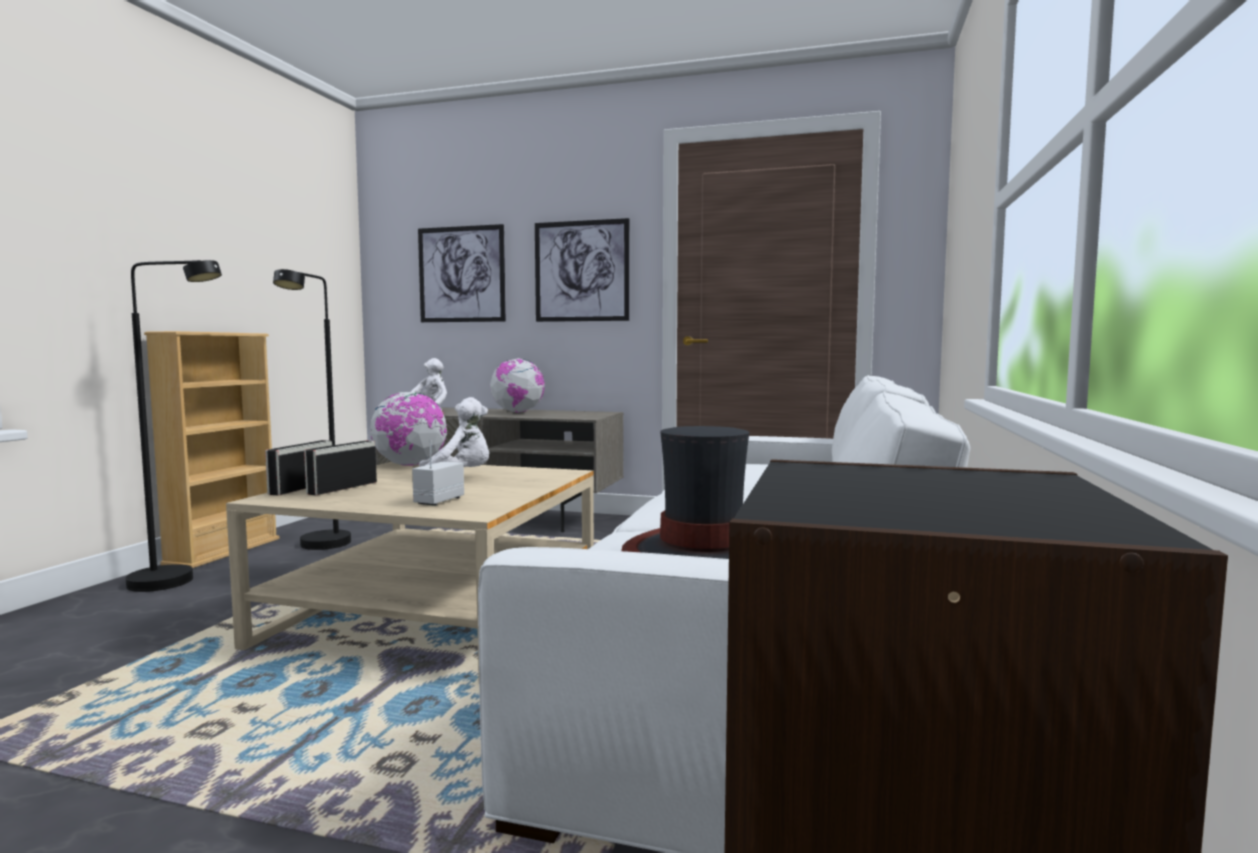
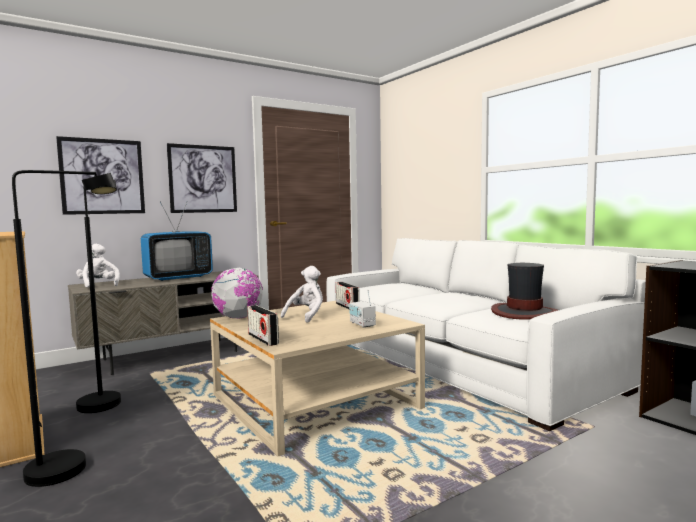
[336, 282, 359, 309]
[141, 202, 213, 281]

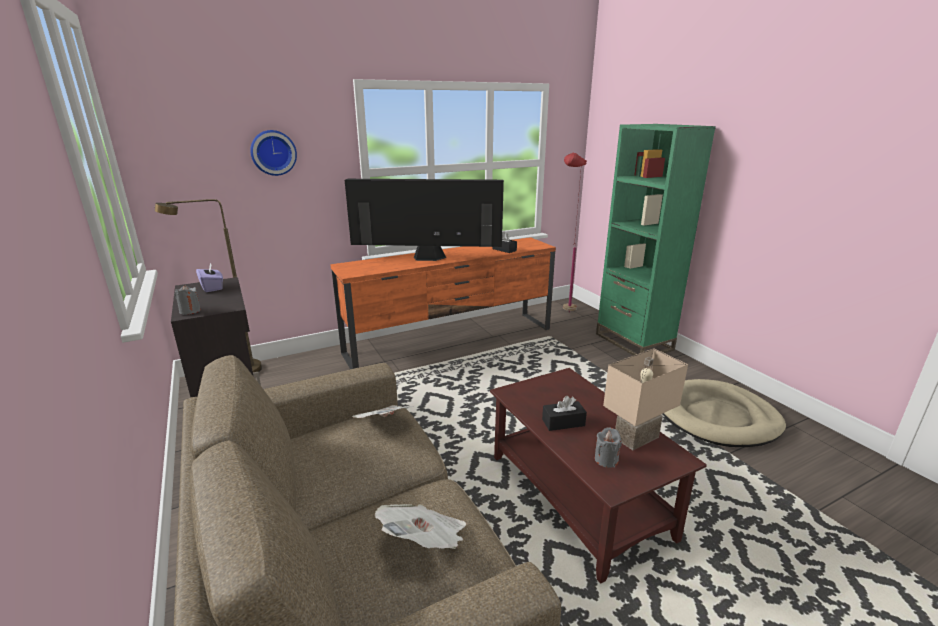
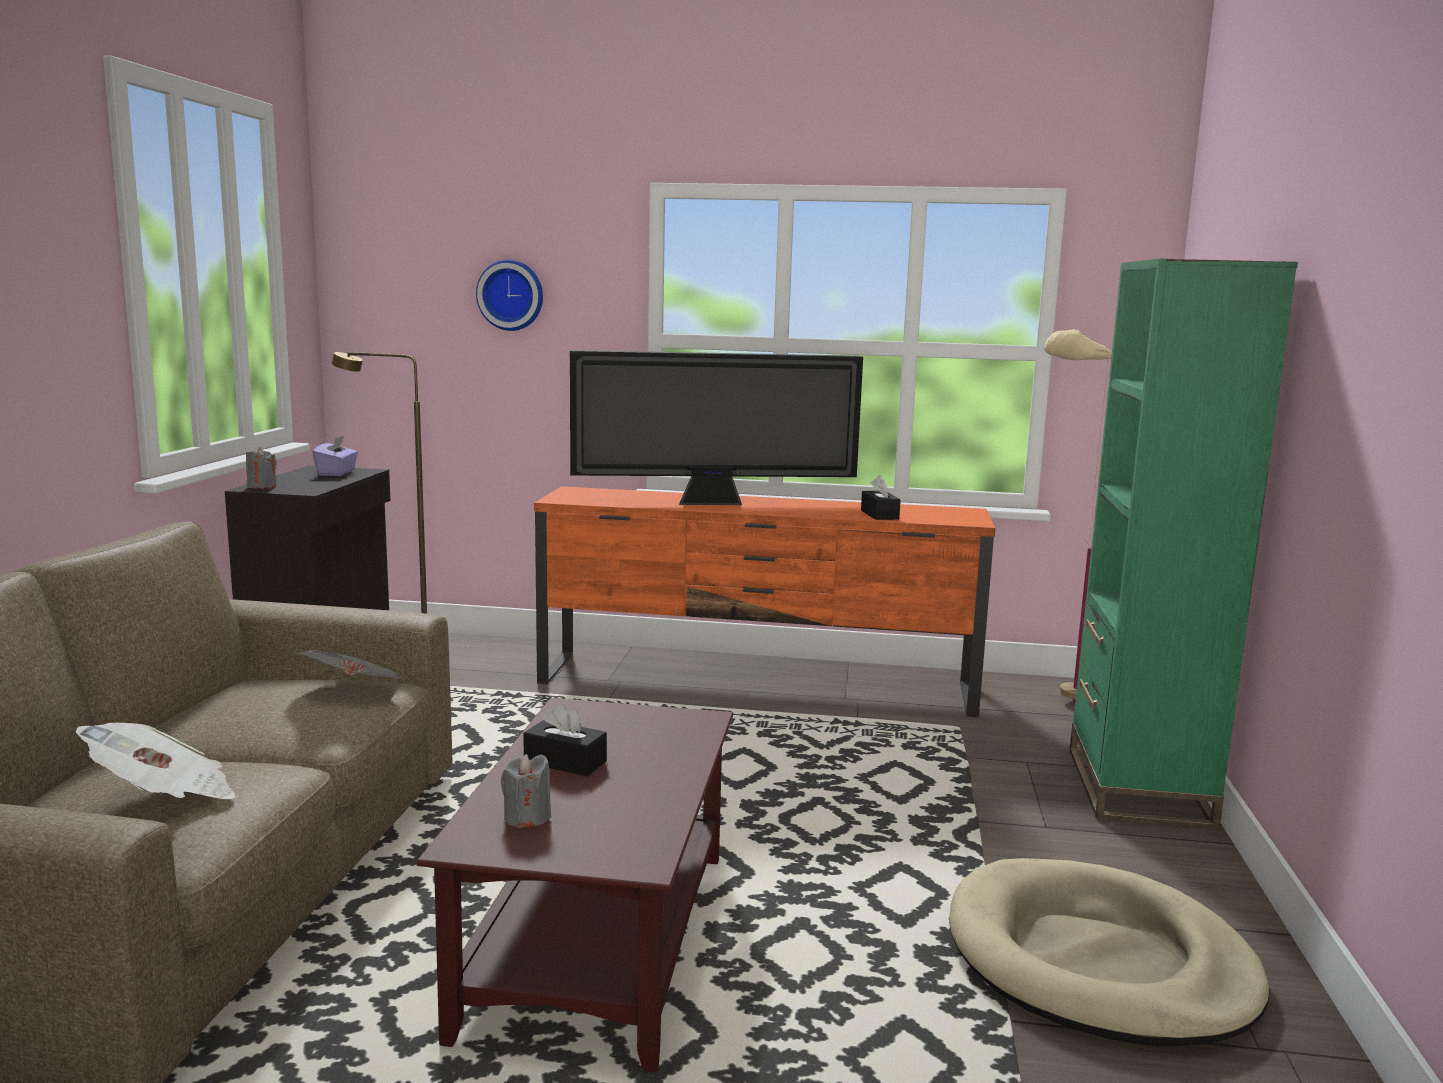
[603, 348, 688, 451] (first image)
[1044, 329, 1112, 703]
[570, 350, 863, 505]

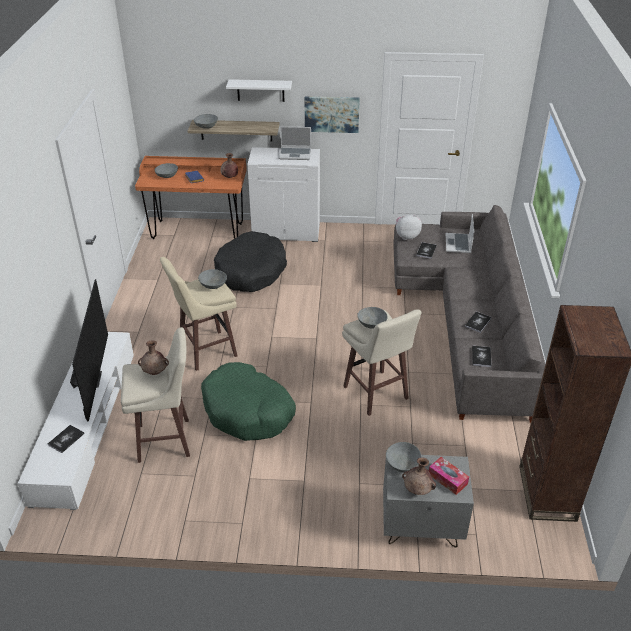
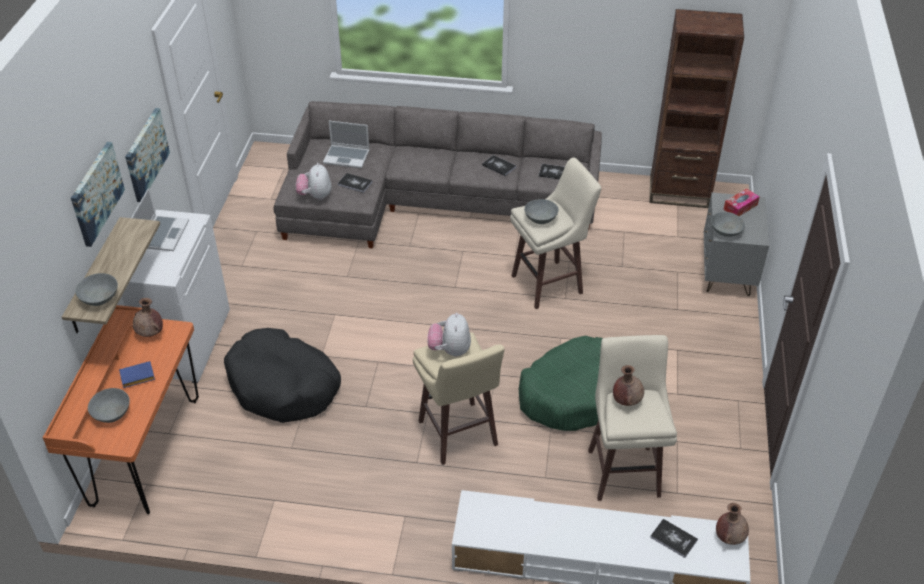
[70, 279, 108, 421] (first image)
[716, 503, 749, 545]
[427, 313, 471, 357]
[71, 142, 125, 247]

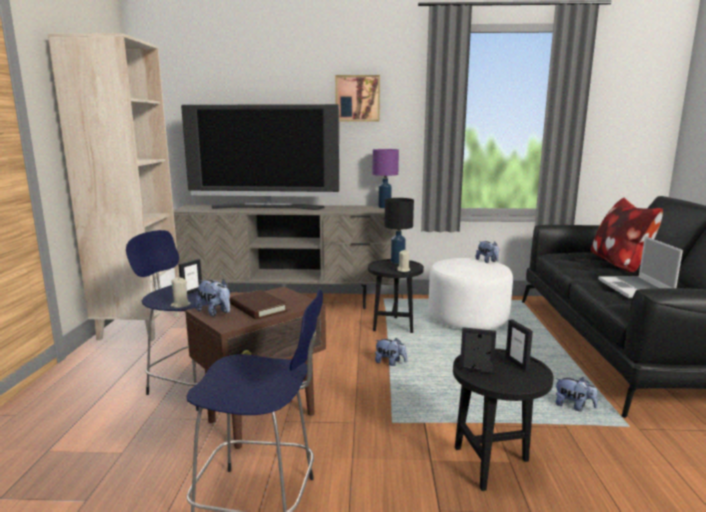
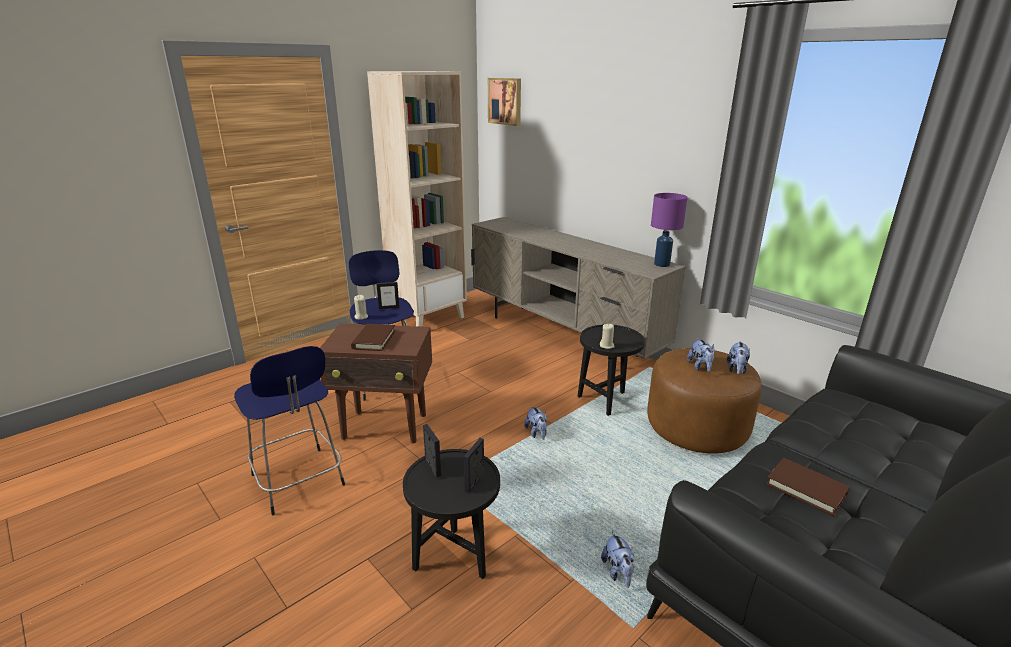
[181, 104, 340, 210] (first image)
[385, 198, 414, 264] (first image)
[591, 198, 663, 272] (first image)
[687, 338, 715, 372]
[488, 78, 521, 126]
[766, 458, 850, 516]
[647, 348, 762, 454]

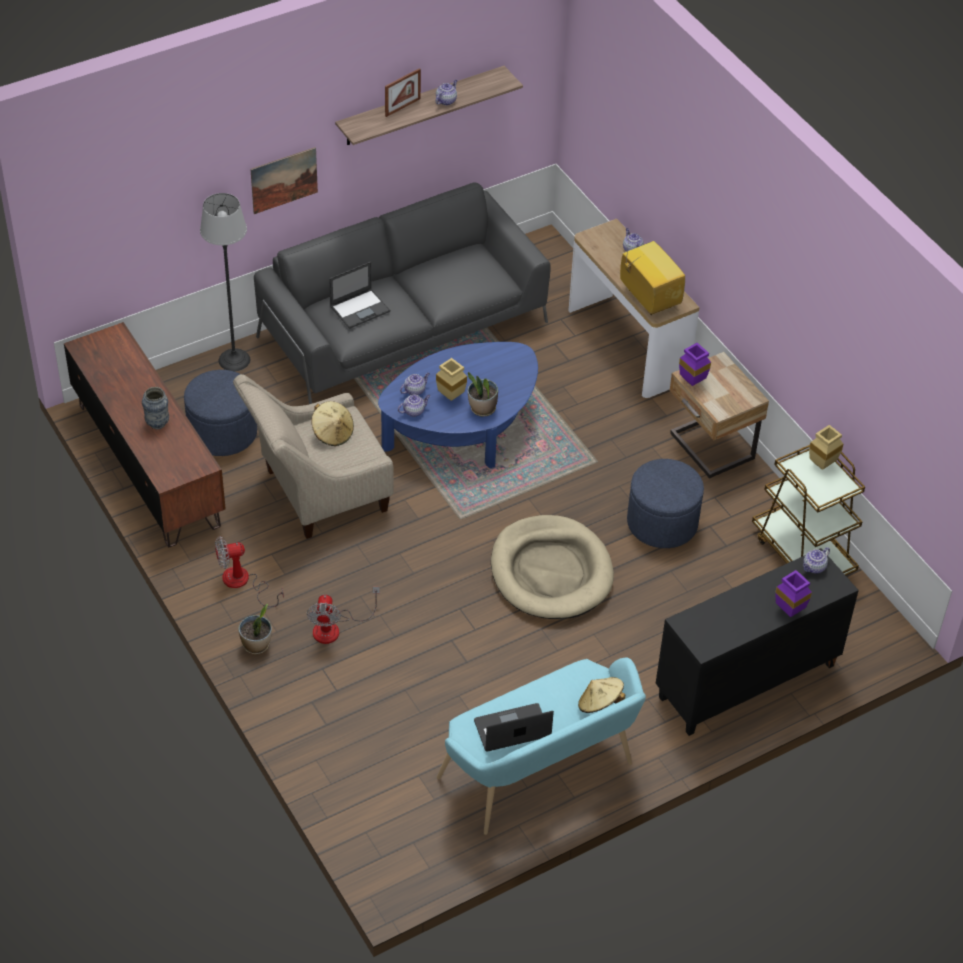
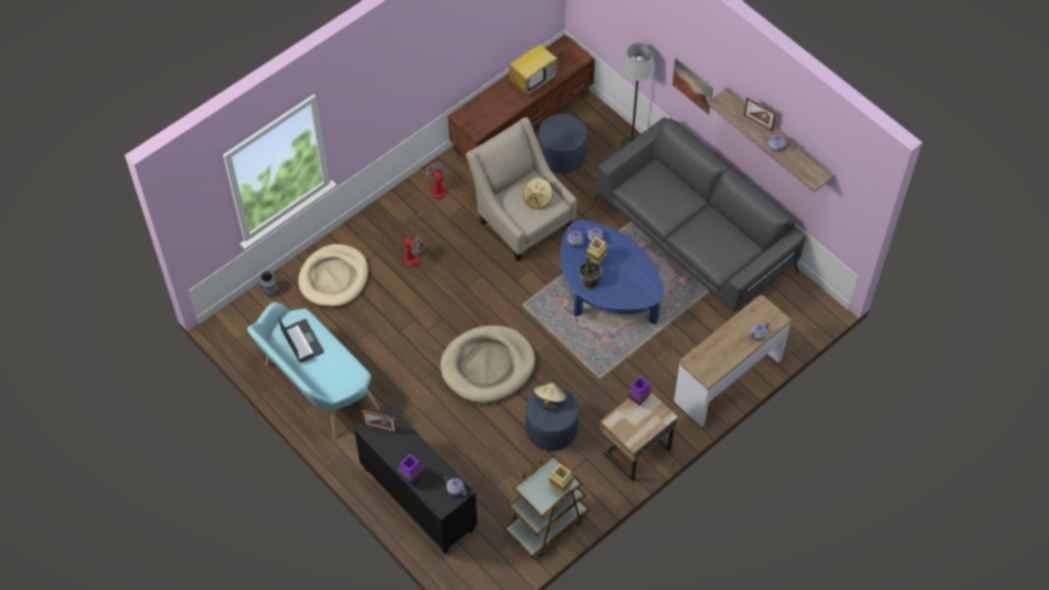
[238, 604, 272, 654] (first image)
[329, 262, 390, 329] (first image)
[298, 244, 368, 307]
[361, 410, 398, 433]
[259, 271, 278, 296]
[534, 382, 567, 410]
[509, 44, 558, 95]
[397, 217, 423, 267]

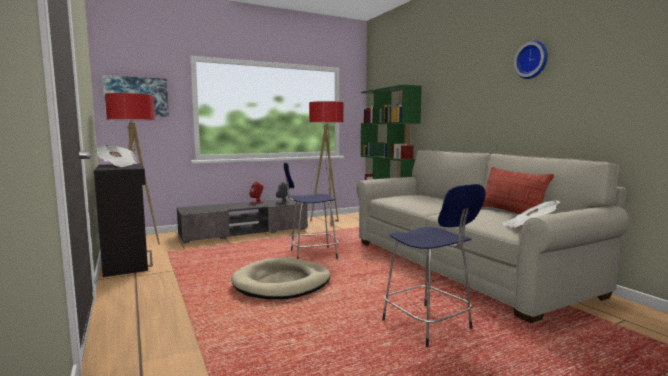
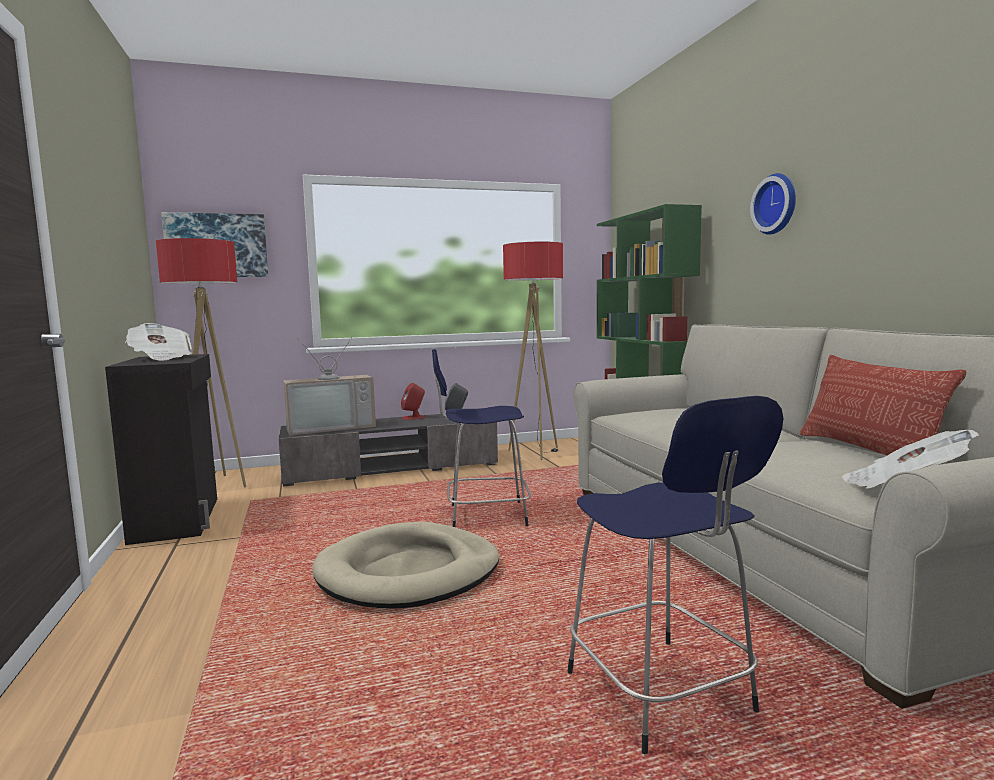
[283, 336, 376, 435]
[750, 173, 796, 235]

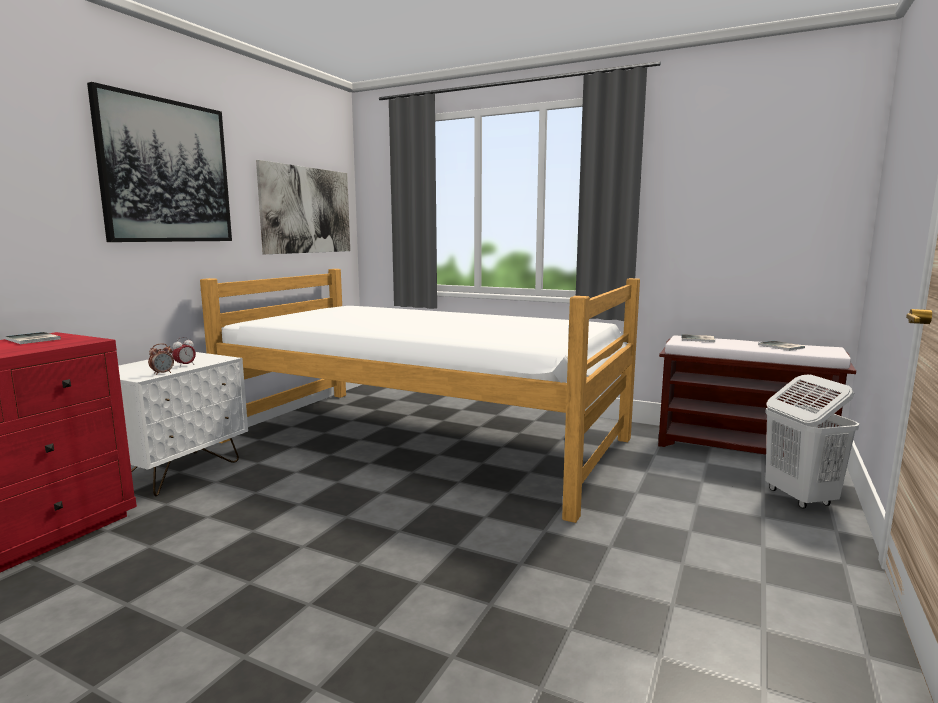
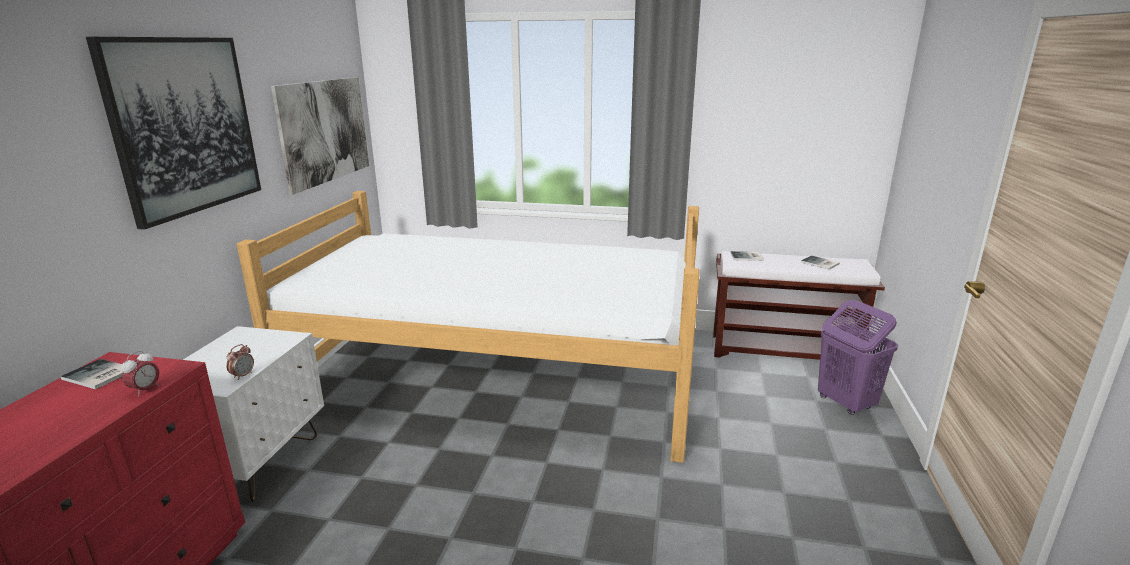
[121, 351, 159, 396]
[818, 300, 898, 415]

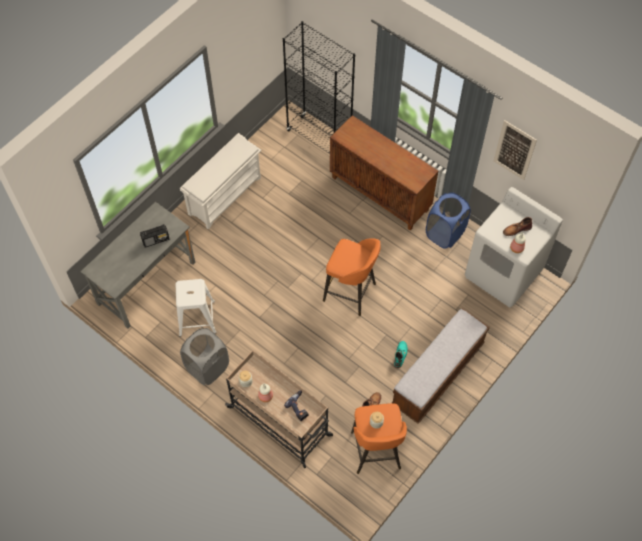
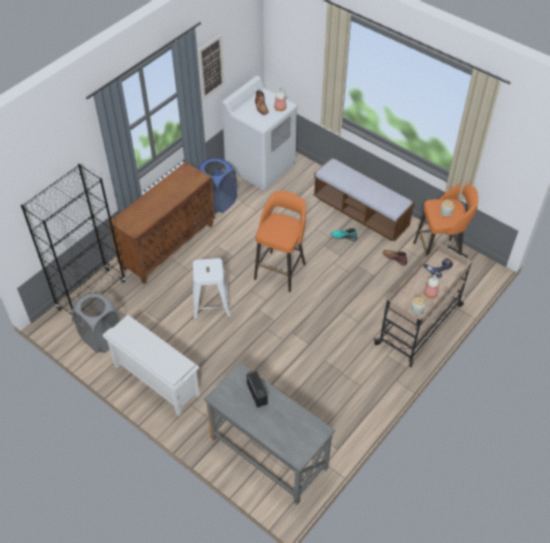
[192, 258, 231, 320]
[72, 292, 120, 353]

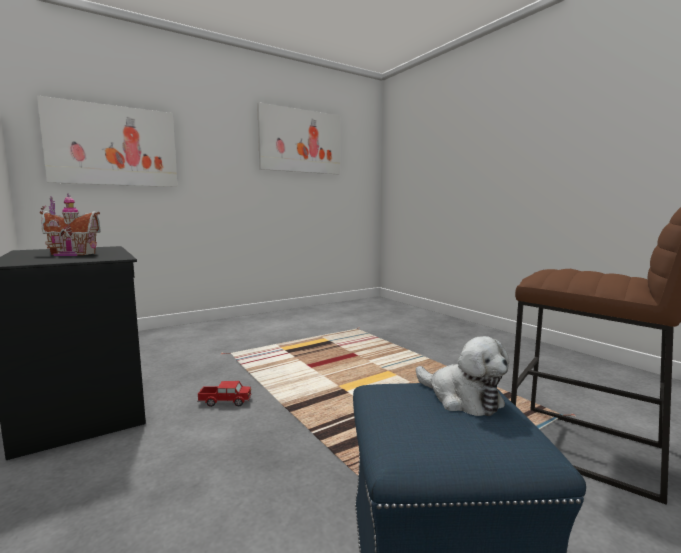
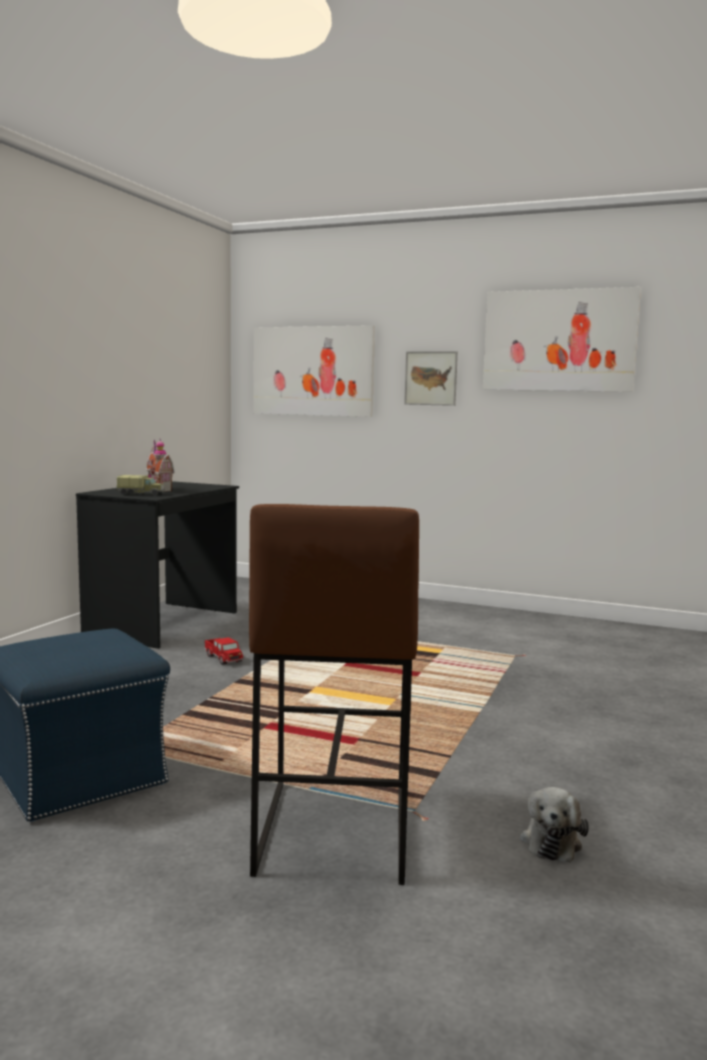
[116, 475, 165, 496]
[404, 351, 458, 406]
[520, 787, 589, 863]

